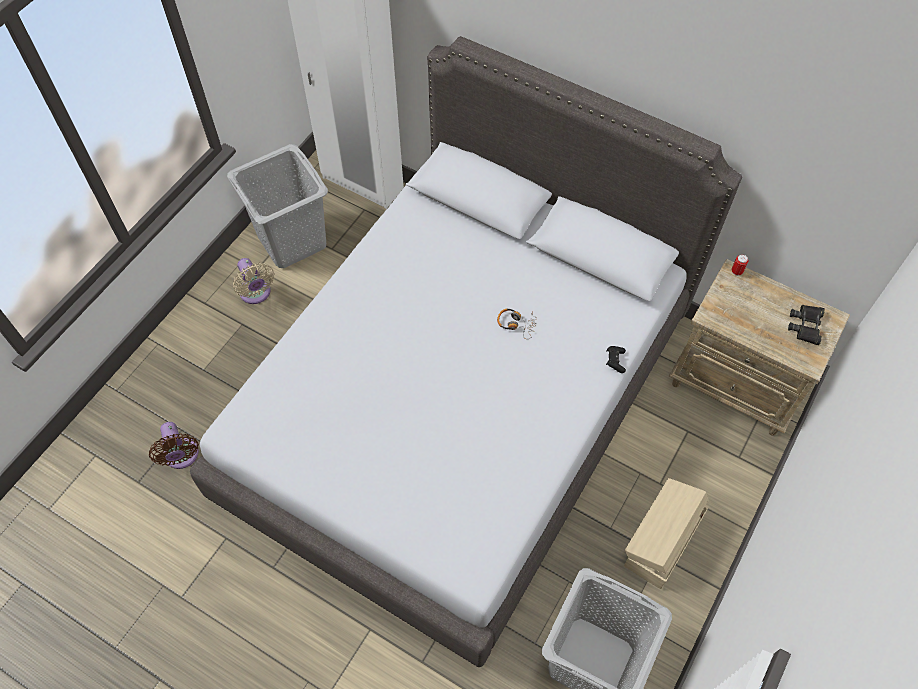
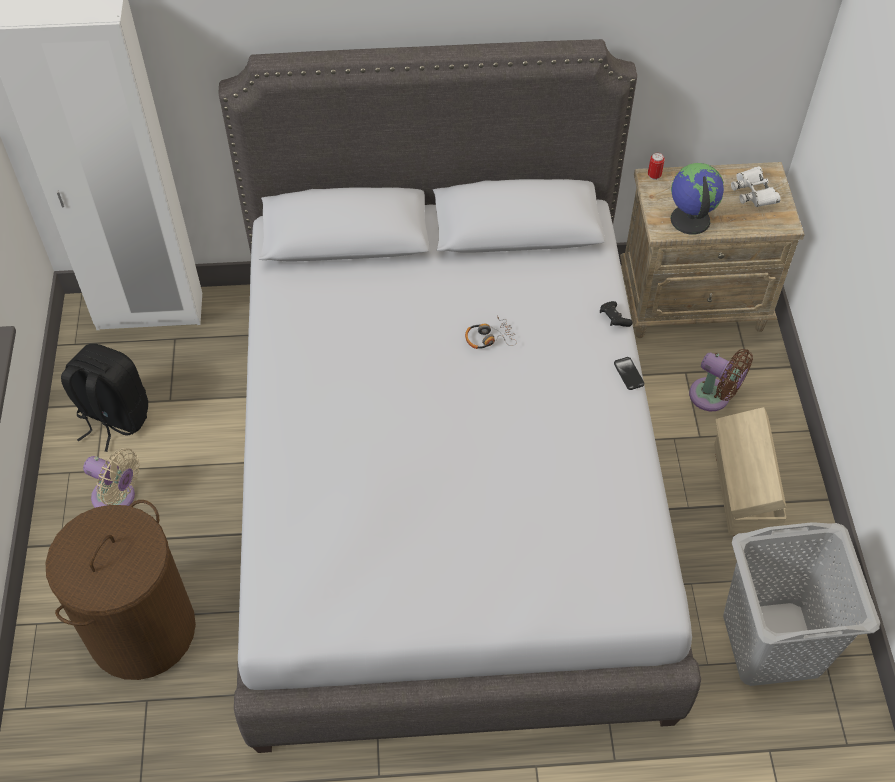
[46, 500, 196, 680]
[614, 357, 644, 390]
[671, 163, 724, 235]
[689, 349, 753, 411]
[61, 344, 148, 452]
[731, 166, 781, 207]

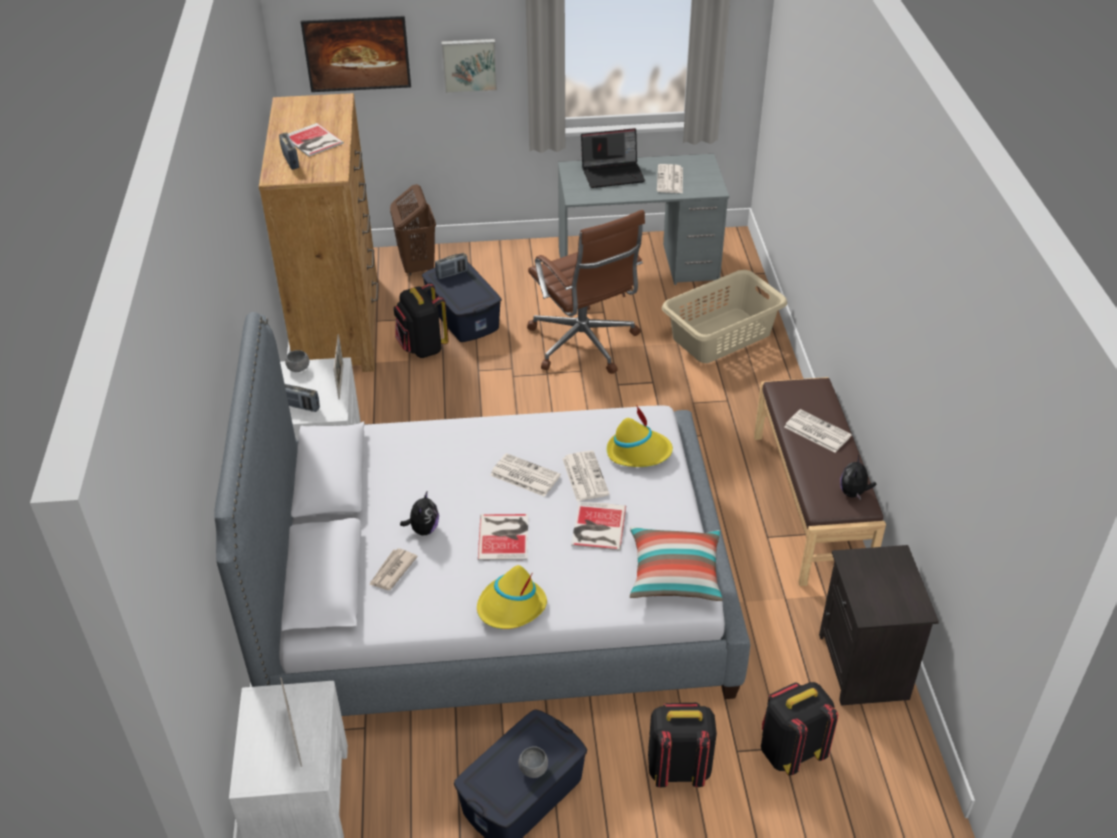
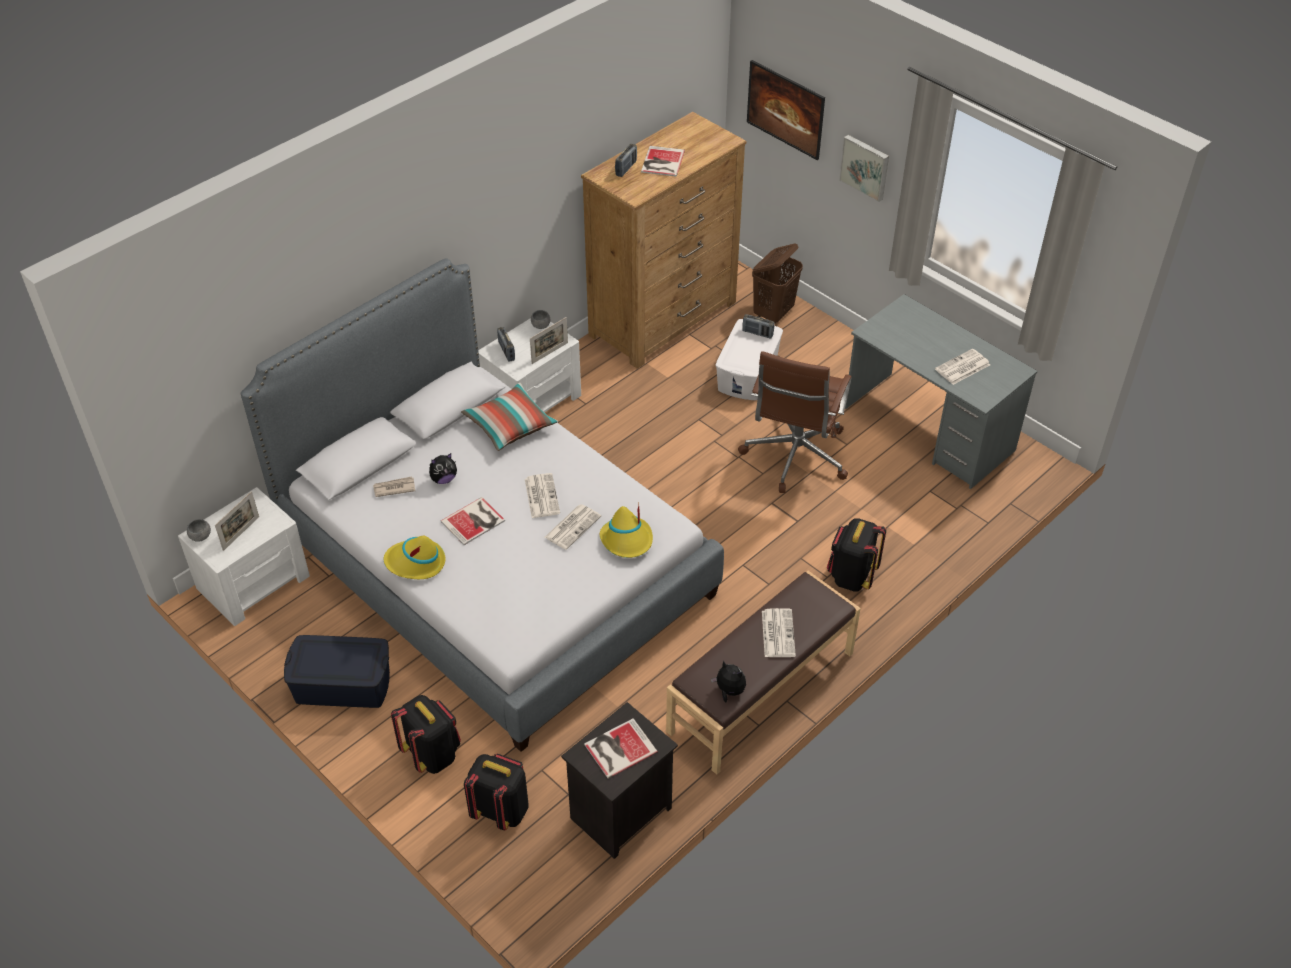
[581, 128, 645, 188] (first image)
[662, 270, 787, 363] (first image)
[827, 518, 886, 592]
[187, 519, 211, 542]
[584, 718, 658, 779]
[461, 382, 558, 451]
[715, 319, 783, 400]
[711, 660, 746, 703]

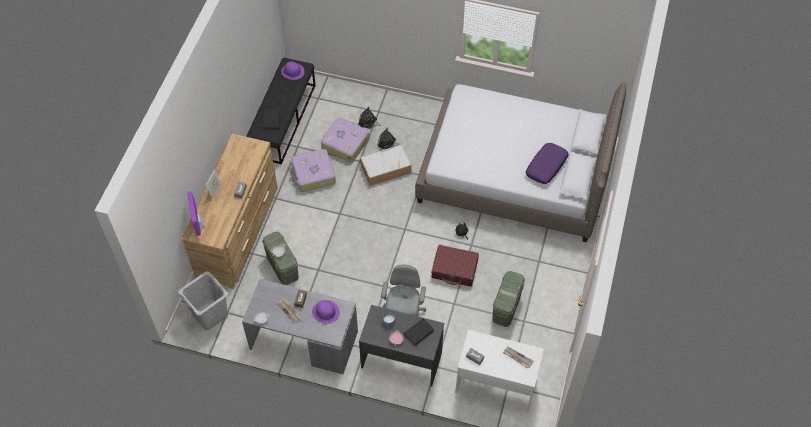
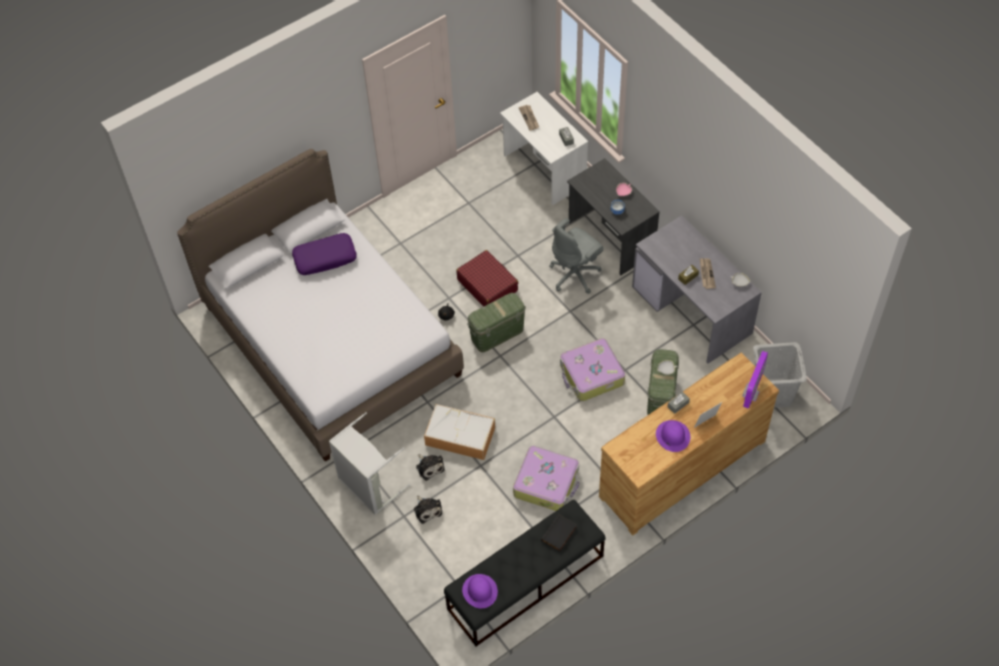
[404, 318, 434, 346] (first image)
[329, 412, 410, 515]
[656, 420, 690, 452]
[560, 338, 625, 401]
[467, 293, 526, 352]

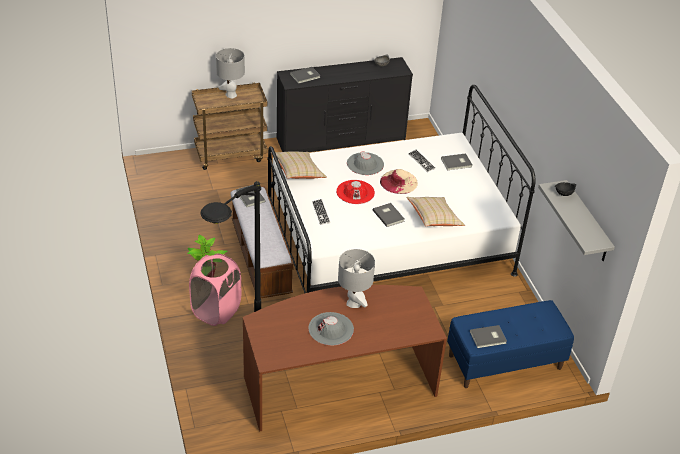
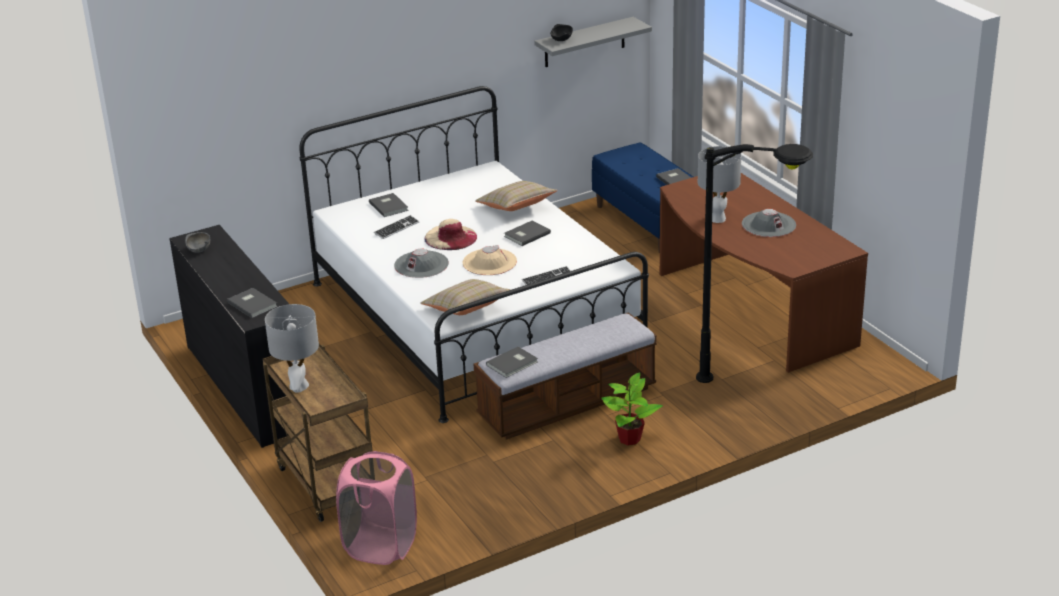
[336, 451, 417, 565]
[463, 245, 517, 275]

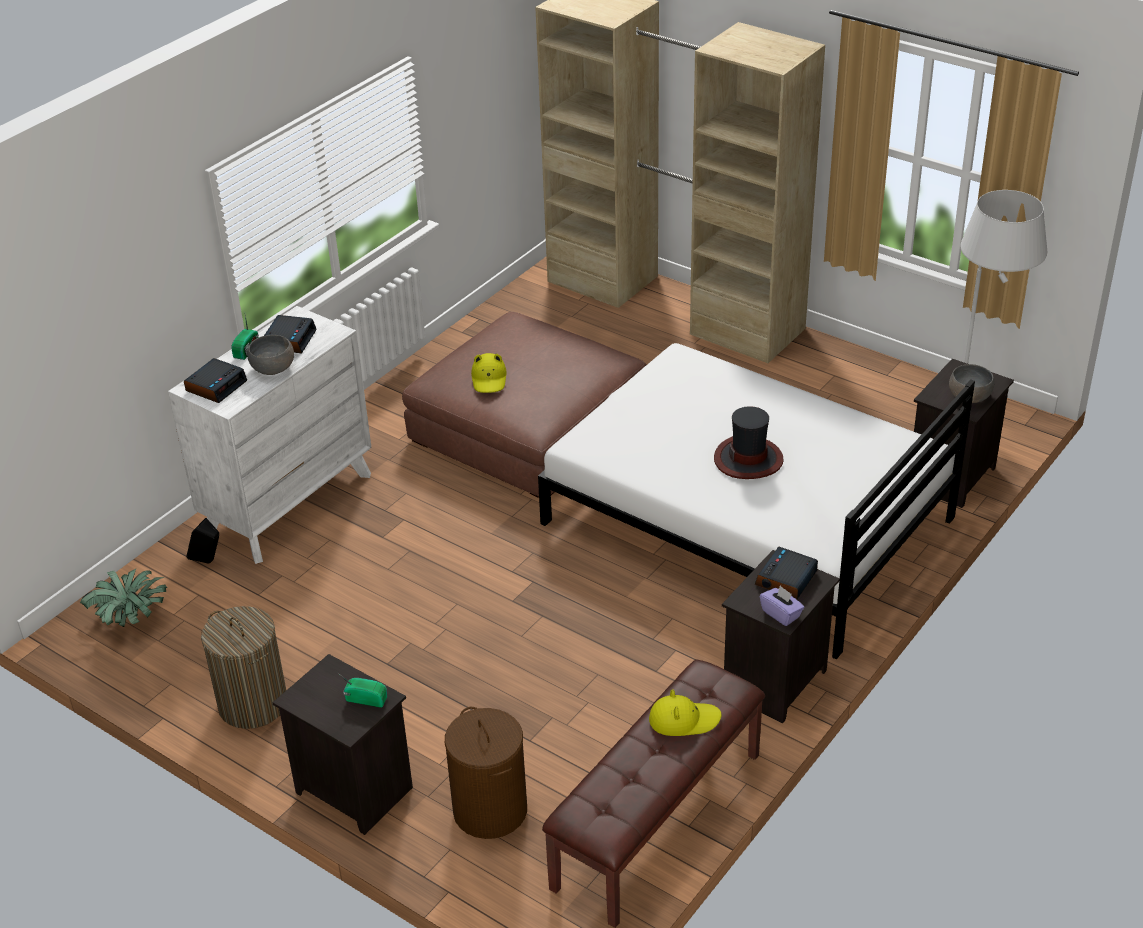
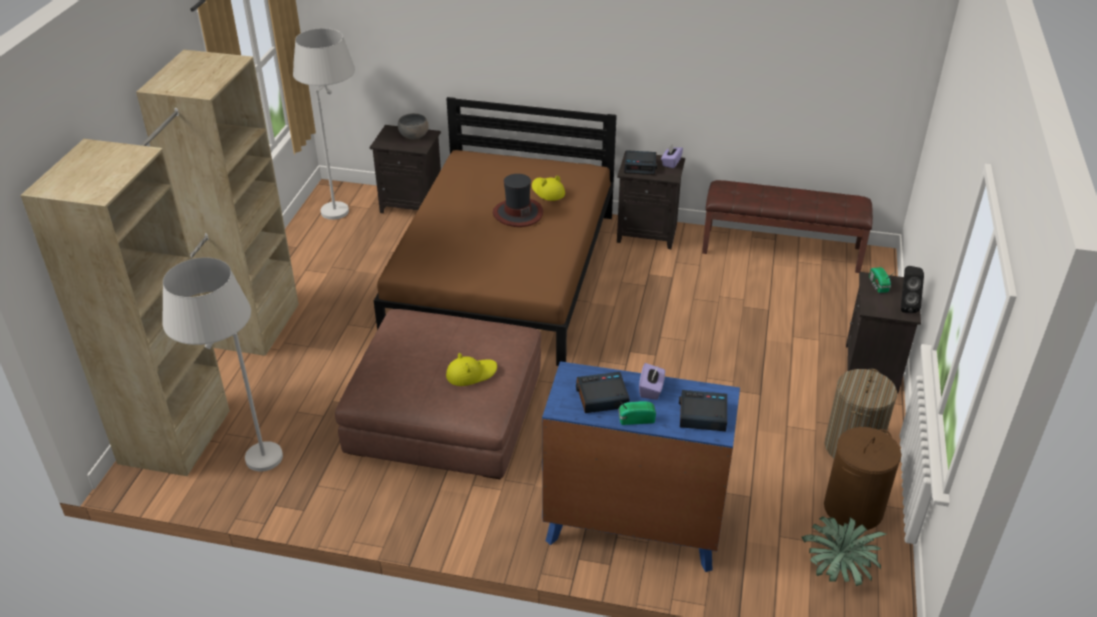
[162, 258, 283, 471]
[901, 266, 924, 313]
[824, 427, 901, 530]
[532, 176, 565, 201]
[639, 363, 665, 400]
[542, 361, 740, 572]
[374, 97, 617, 366]

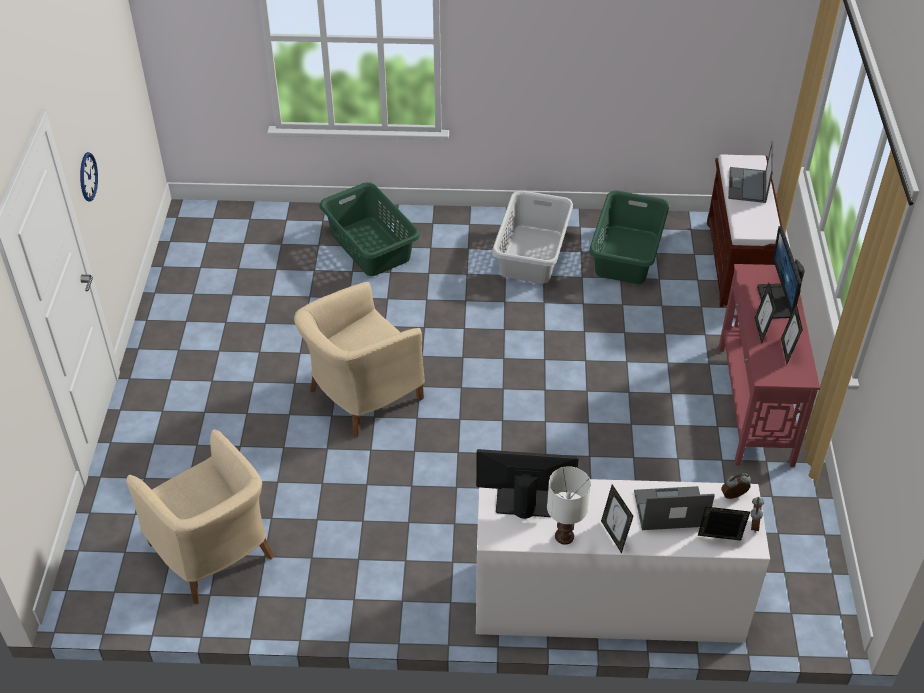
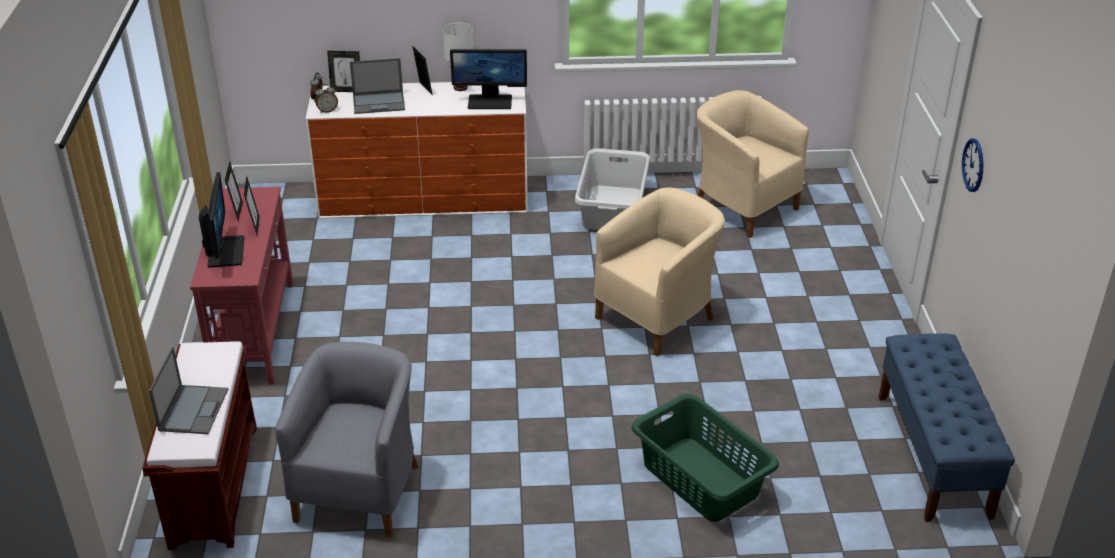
[878, 333, 1015, 522]
[575, 148, 650, 230]
[275, 342, 418, 537]

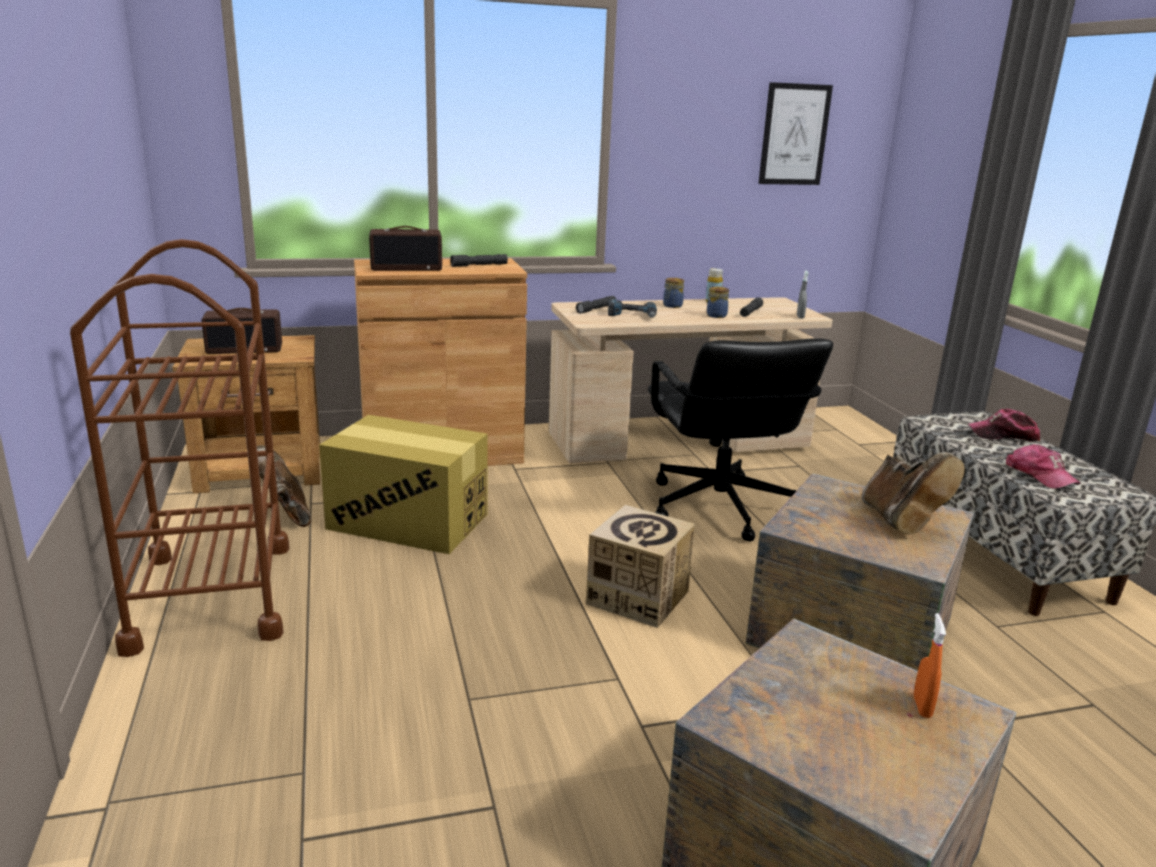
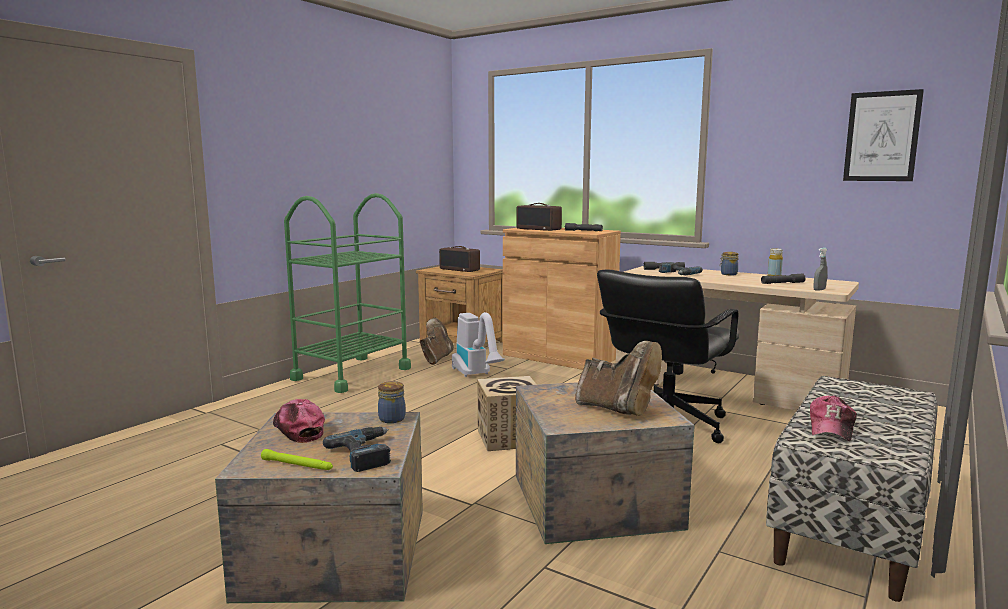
[261, 449, 333, 470]
[378, 381, 406, 423]
[273, 399, 325, 443]
[452, 312, 505, 377]
[323, 427, 391, 472]
[284, 193, 411, 393]
[575, 341, 662, 416]

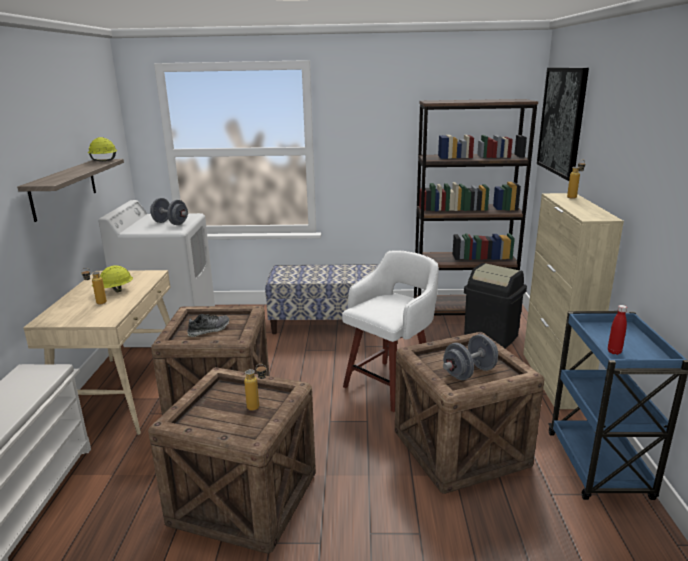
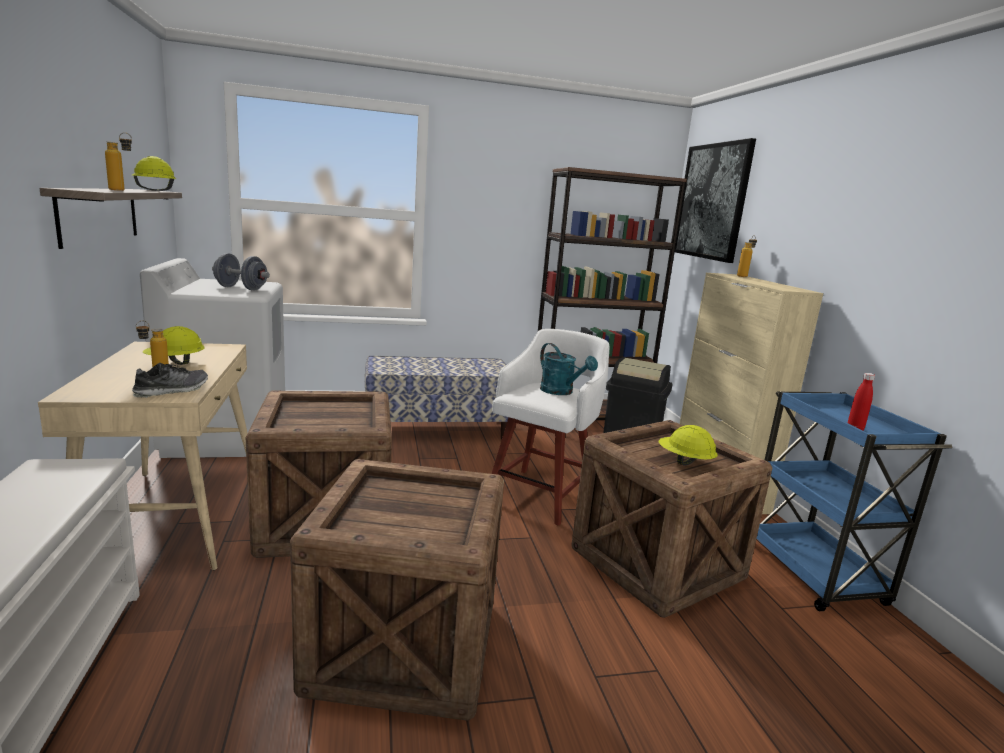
[540, 343, 598, 395]
[132, 363, 208, 398]
[105, 132, 132, 191]
[659, 425, 718, 465]

